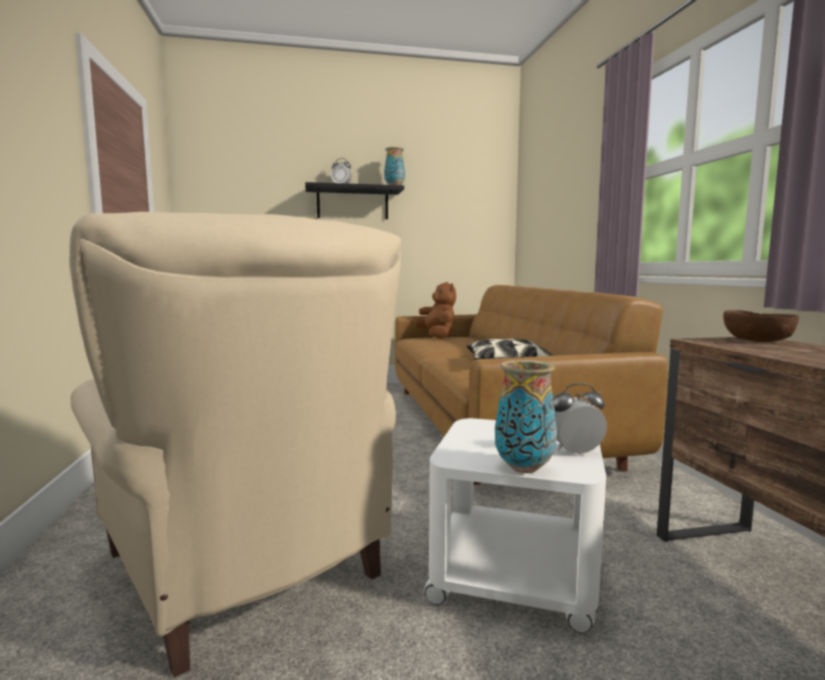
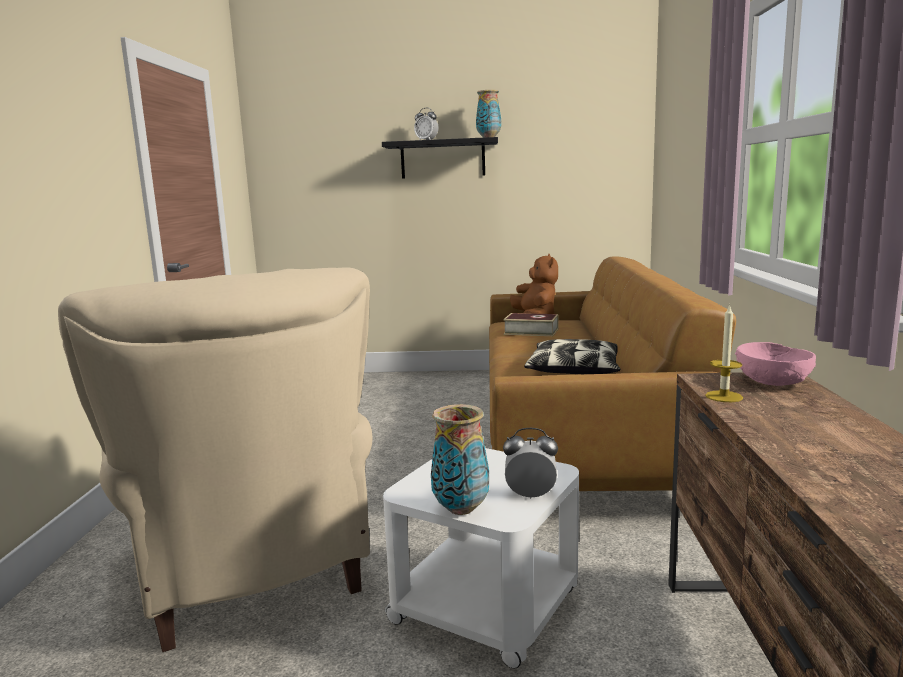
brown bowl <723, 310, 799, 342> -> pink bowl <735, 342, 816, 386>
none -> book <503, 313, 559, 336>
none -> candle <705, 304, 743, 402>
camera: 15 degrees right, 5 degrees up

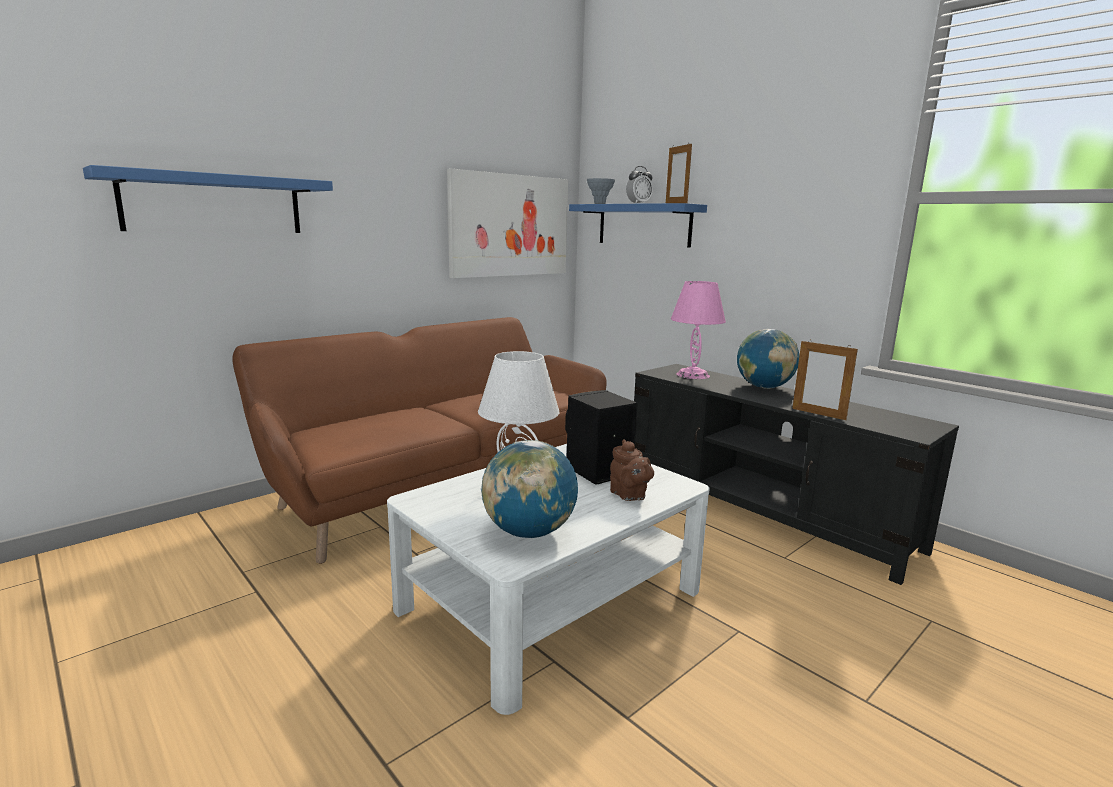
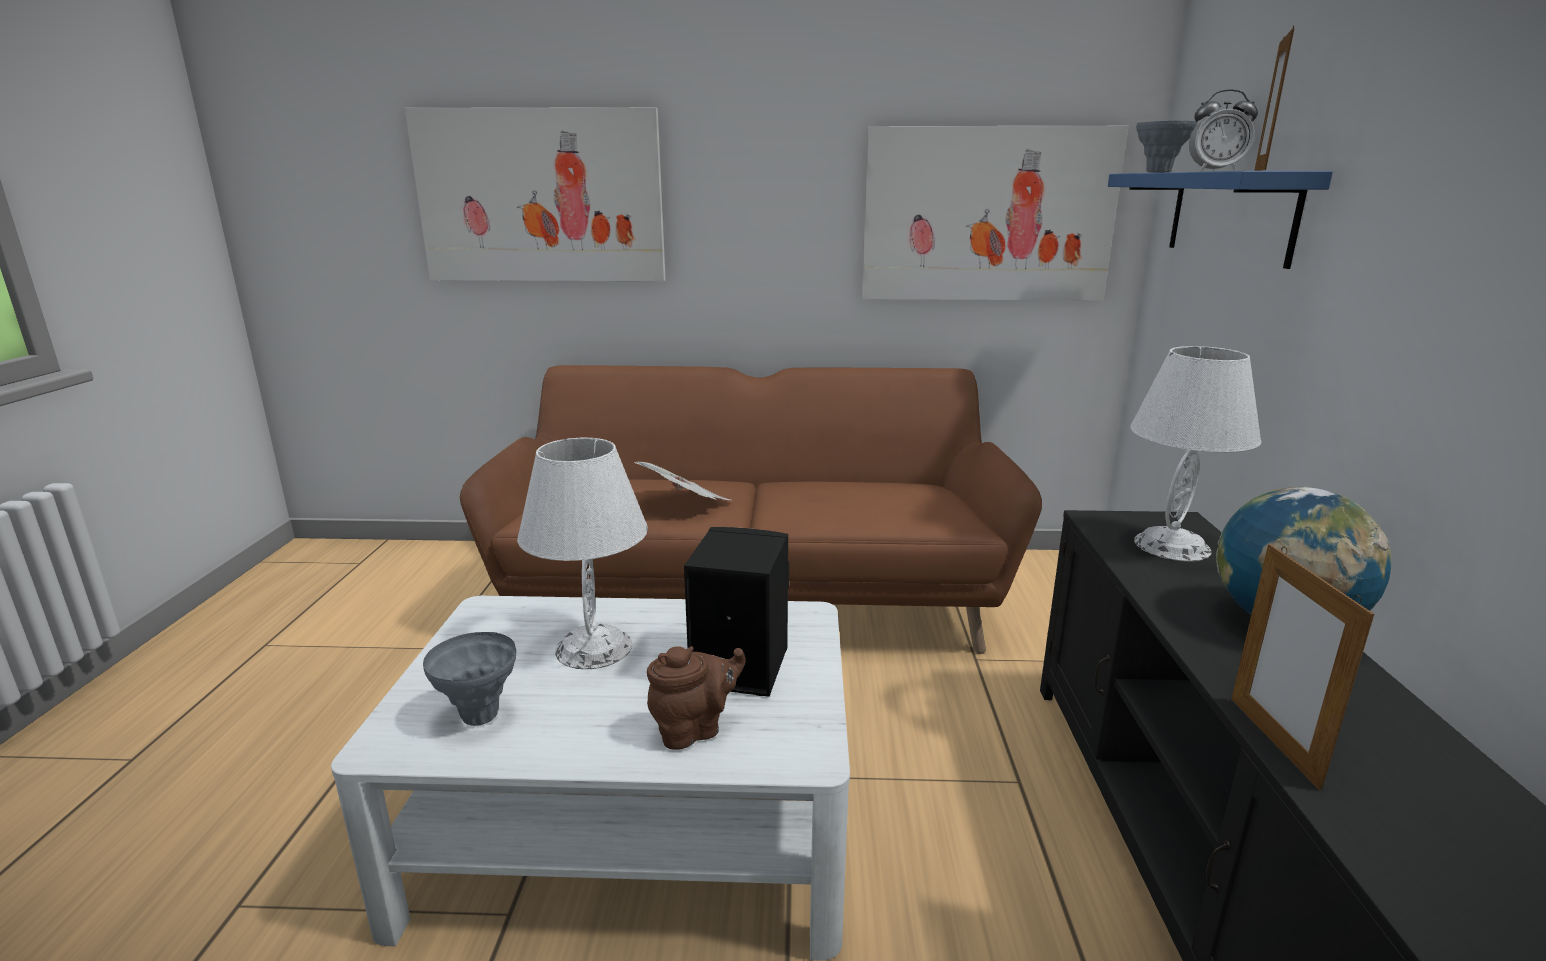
blue shelf <83, 165, 333, 233> -> picture <405, 107, 666, 281>
globe <481, 440, 578, 538> -> grey vase <423, 632, 516, 726>
brown teapot <610, 439, 654, 501> -> brown teapot <647, 646, 746, 750>, 135 degrees counterclockwise
pink table lamp <671, 281, 726, 379> -> white table lamp <1130, 346, 1261, 561>
none -> newspaper <633, 462, 731, 500>
camera: 45 degrees right, 5 degrees up

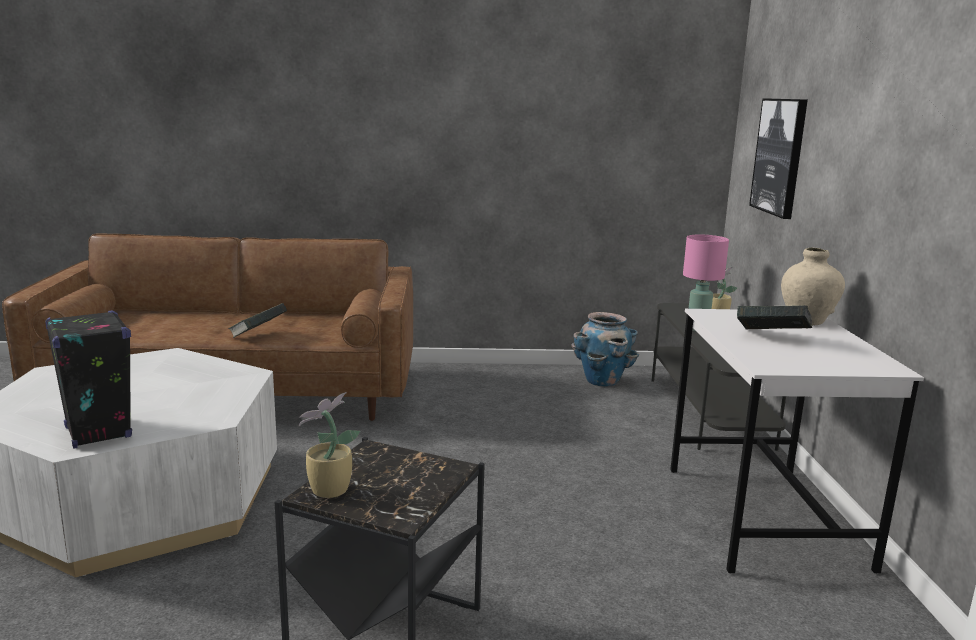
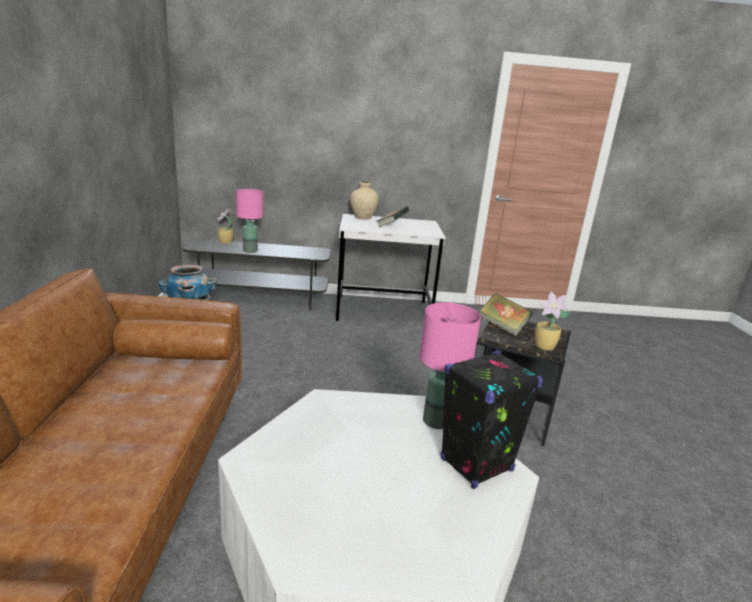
book <228, 303, 287, 338> -> book <479, 293, 532, 336>, relocated
picture <749, 98, 808, 219> -> none
none -> pink table lamp <419, 302, 481, 429>
camera: 90 degrees left, 5 degrees up

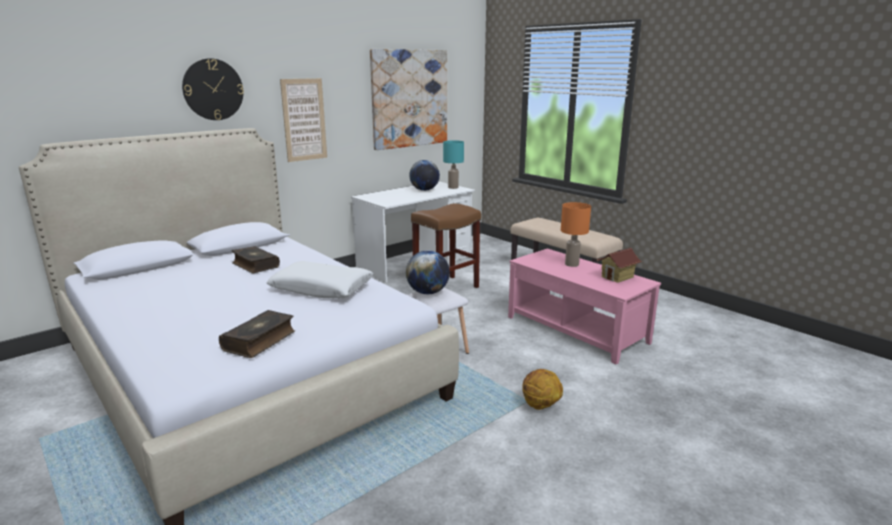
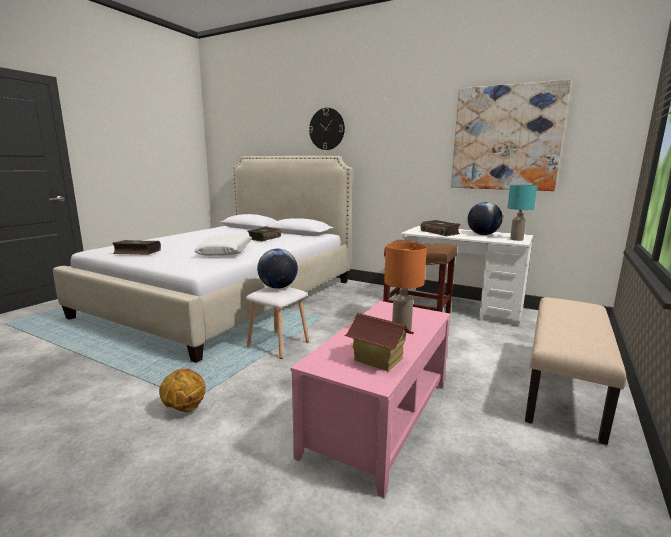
picture <280, 78, 327, 162> -> none
none -> book <421, 220, 460, 236>
camera: 70 degrees right, 5 degrees down

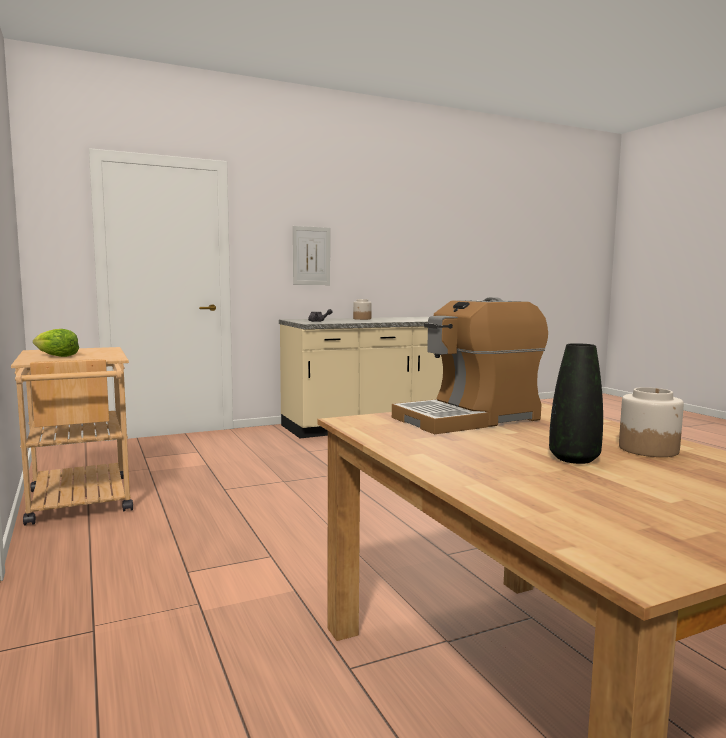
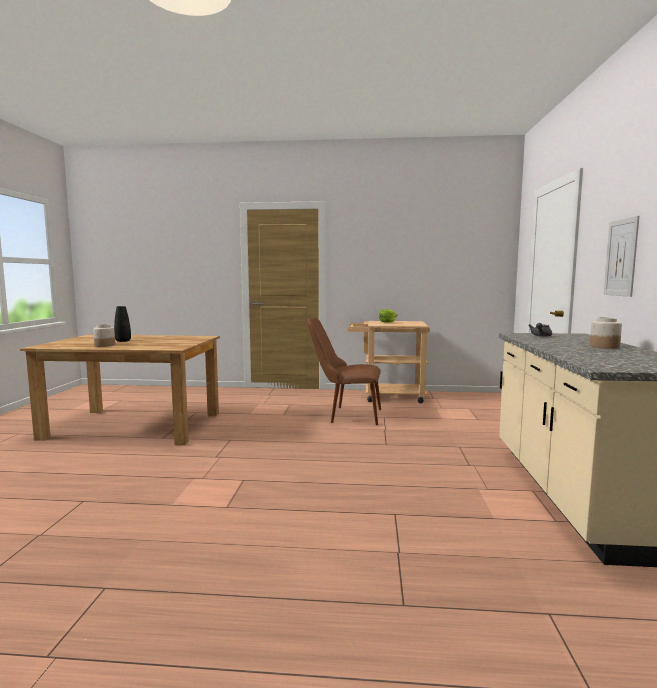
coffee machine <392, 298, 548, 435> -> none
none -> brown chair <307, 317, 381, 425>
camera: 120 degrees right, 0 degrees up

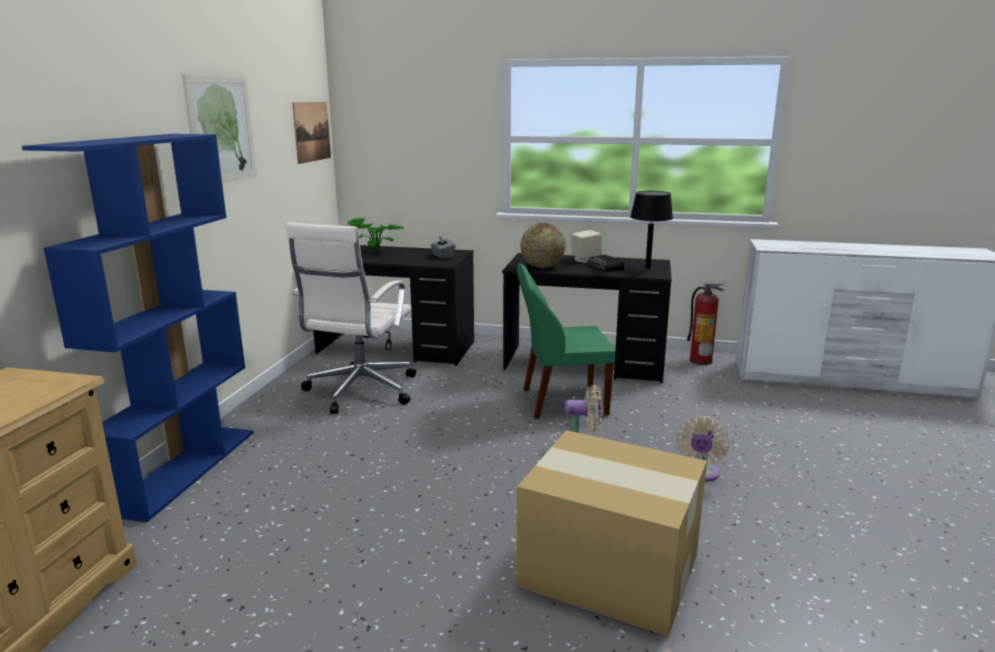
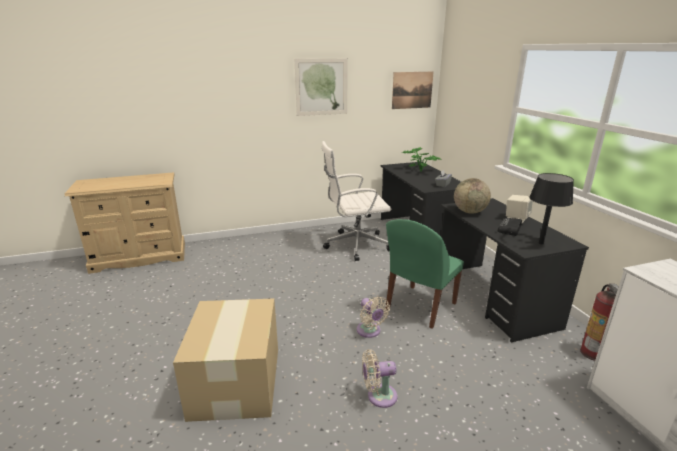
blue bookcase <22, 134, 253, 522> -> none
green chair <517, 264, 615, 419> -> green chair <385, 219, 464, 329>, 105 degrees counterclockwise
camera: 60 degrees right, 5 degrees up

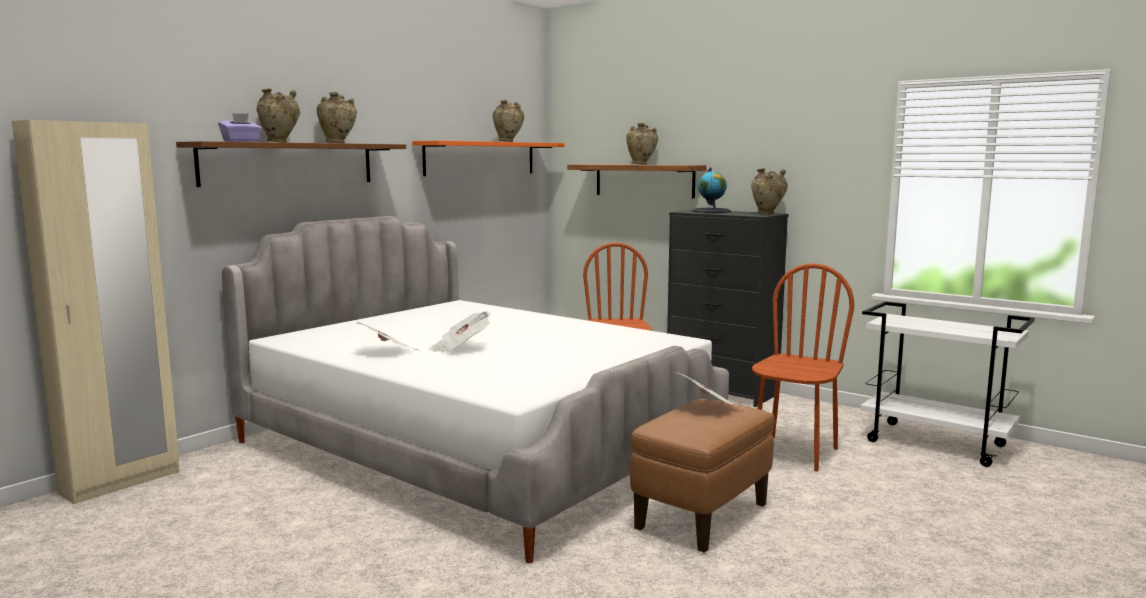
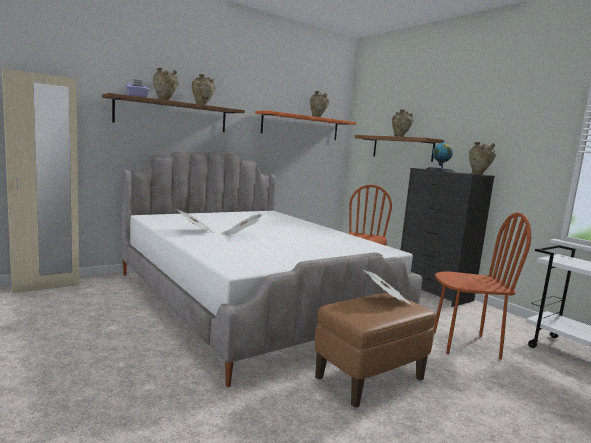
brown chair <752, 263, 854, 472> -> brown chair <434, 212, 531, 360>, 45 degrees clockwise
camera: 15 degrees right, 0 degrees up

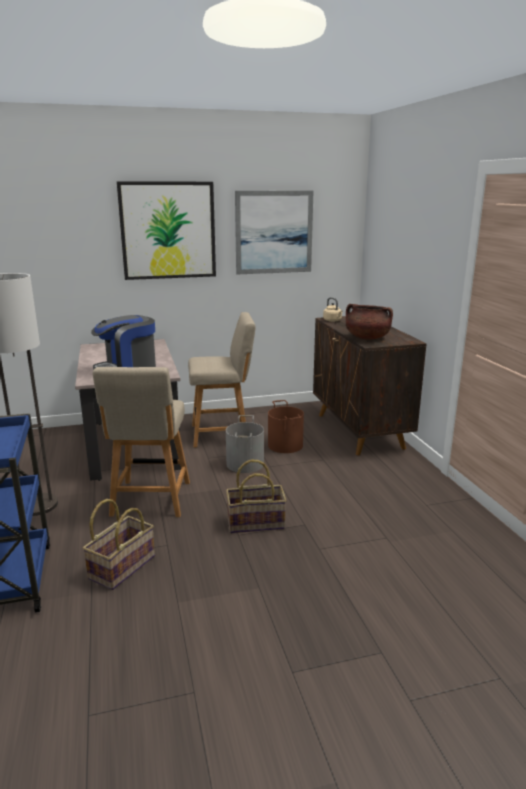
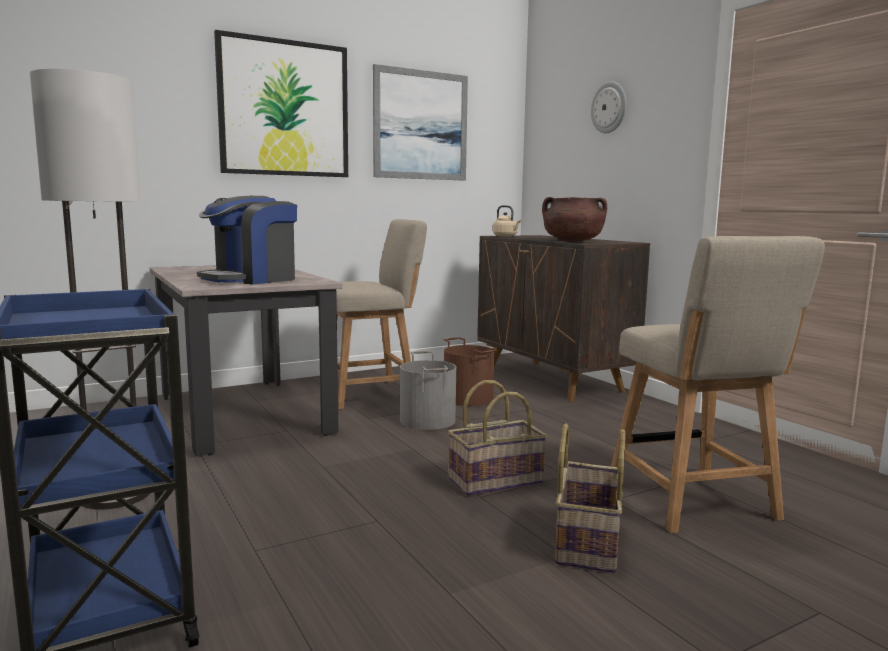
basket <83, 499, 155, 590> -> basket <555, 424, 626, 573>, relocated
beige chair <93, 367, 190, 517> -> beige chair <611, 236, 825, 533>, relocated
none -> wall clock <591, 81, 626, 133>
camera: 15 degrees left, 10 degrees down

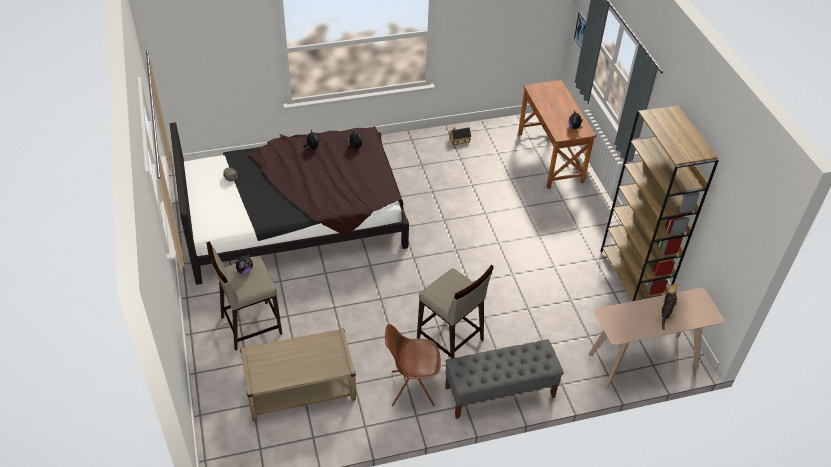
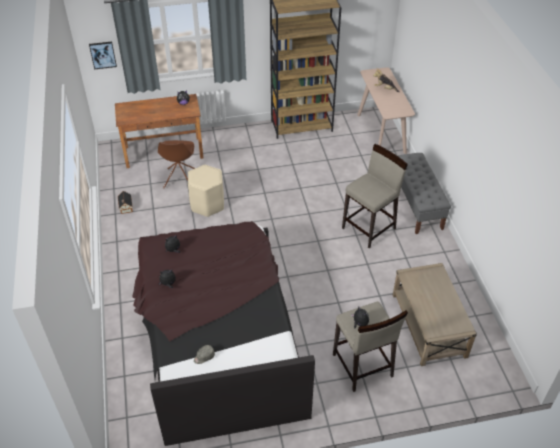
brown chair <385, 324, 441, 407> -> brown chair <158, 140, 195, 189>, relocated
none -> beige stool <188, 165, 224, 217>
camera: 85 degrees left, 0 degrees up

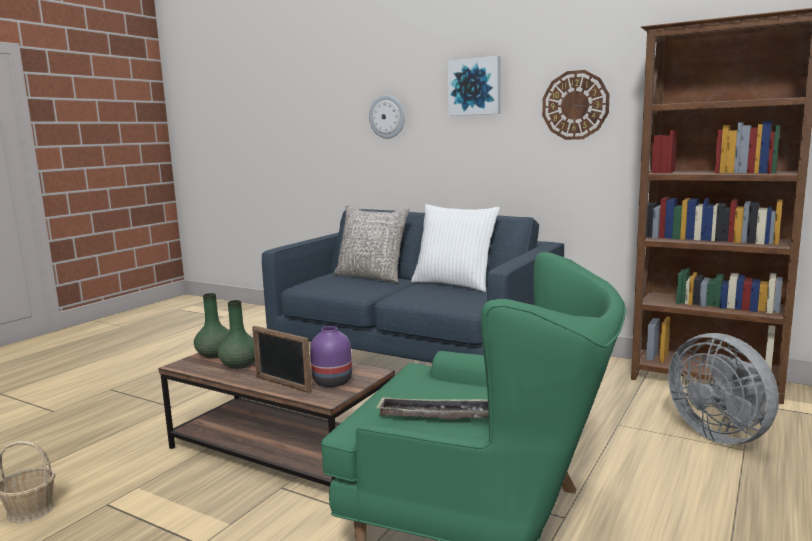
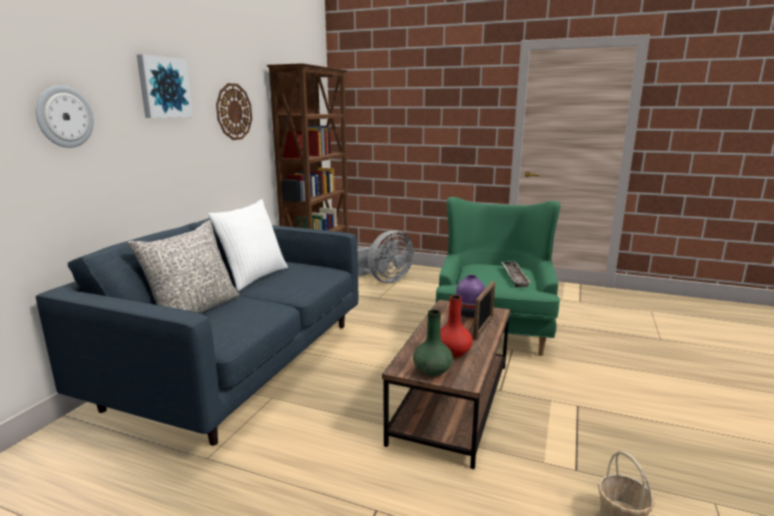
green vase <218, 300, 255, 369> -> red vase <440, 295, 473, 357>
camera: 100 degrees left, 5 degrees up

